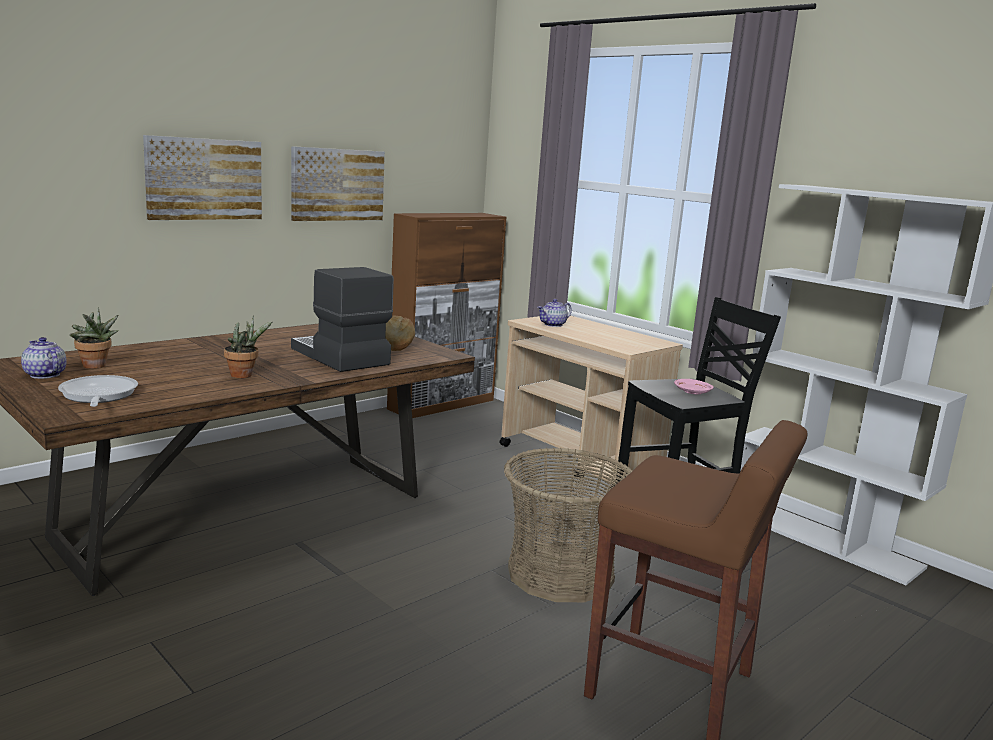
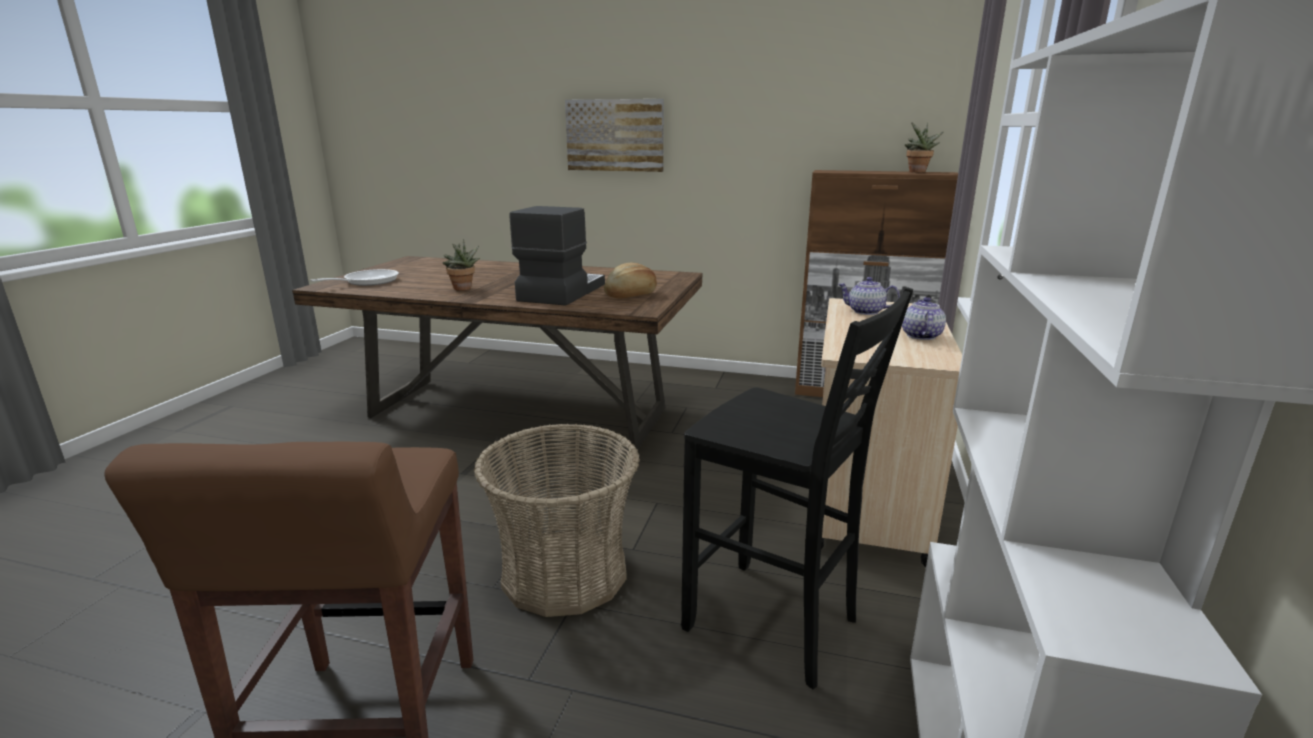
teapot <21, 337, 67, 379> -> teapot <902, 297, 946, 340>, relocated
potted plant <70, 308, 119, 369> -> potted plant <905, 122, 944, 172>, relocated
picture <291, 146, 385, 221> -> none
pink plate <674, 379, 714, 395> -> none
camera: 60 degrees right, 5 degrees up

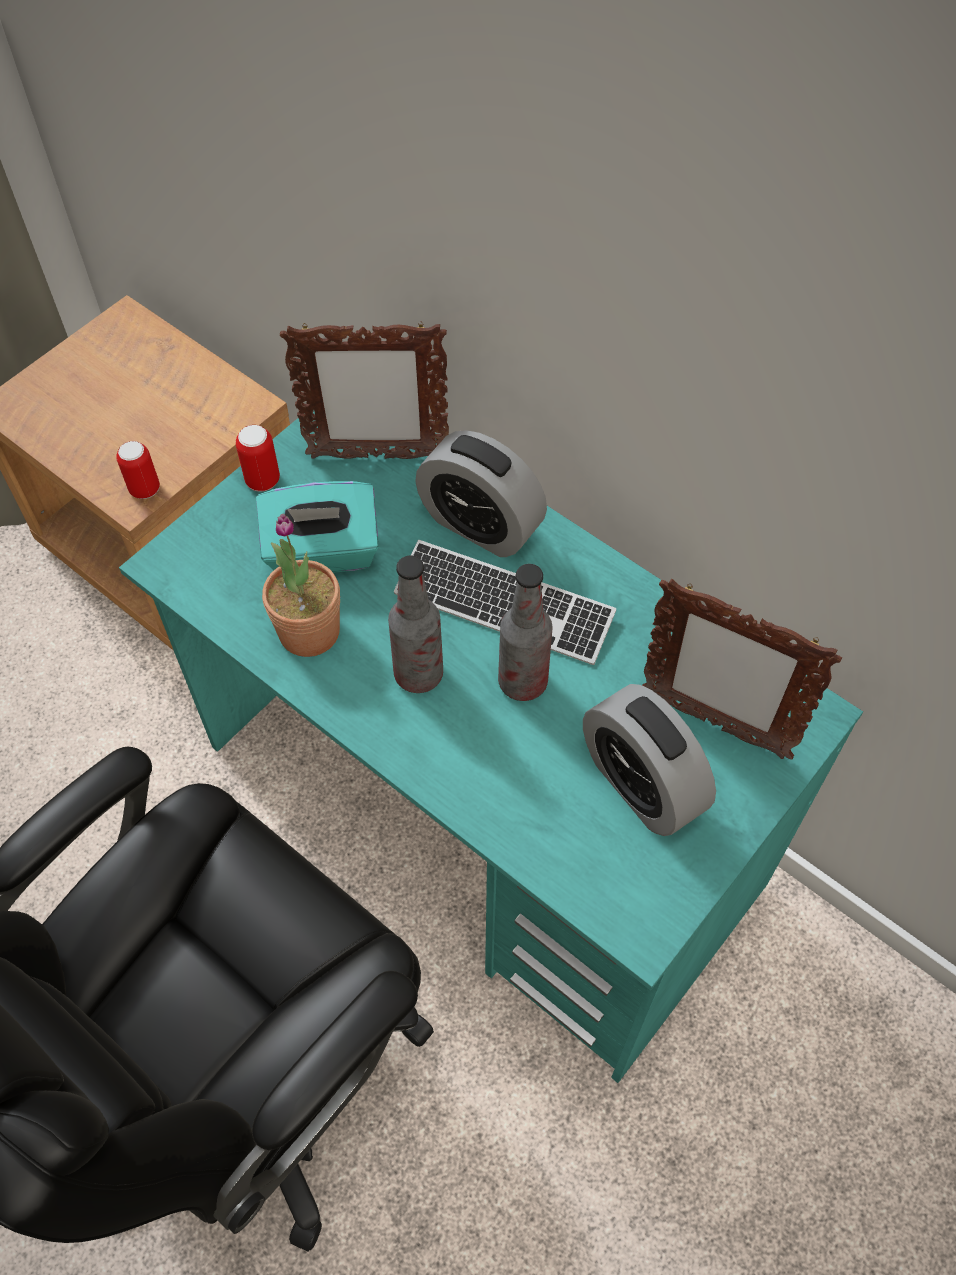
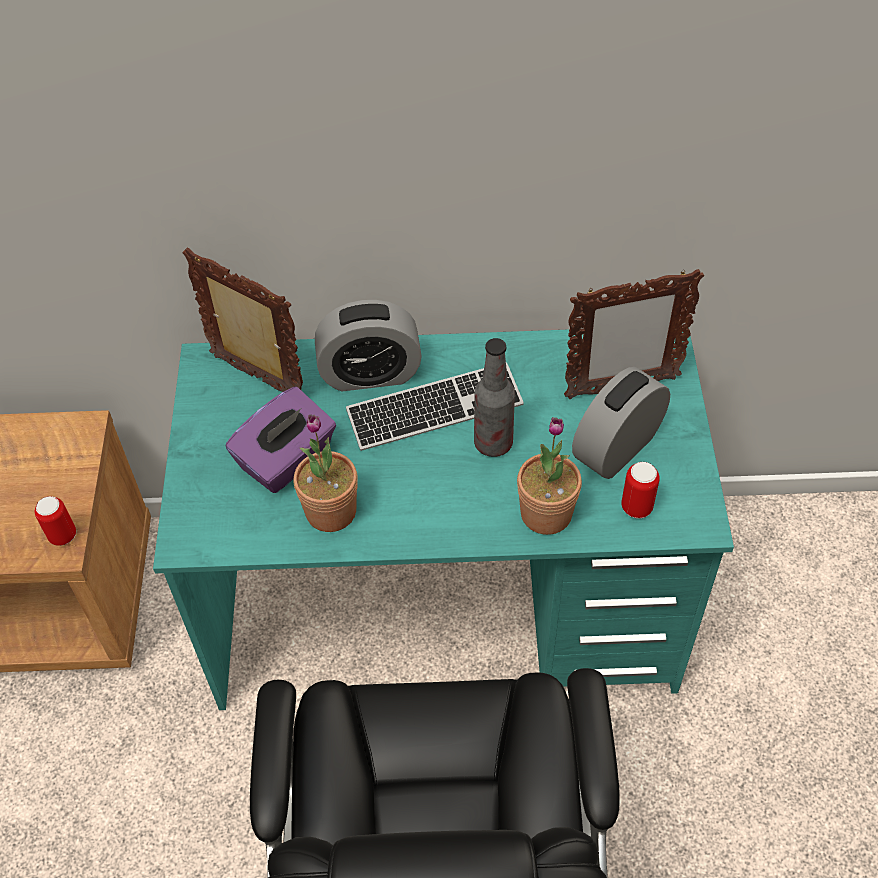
can <236, 425, 280, 492> -> can <621, 462, 660, 518>, relocated
turquoise tissue box <256, 481, 379, 573> -> purple tissue box <226, 387, 336, 493>
picture frame <280, 321, 449, 459> -> picture frame <182, 247, 303, 392>, 105 degrees counterclockwise
bottle <388, 555, 443, 693> -> none
alarm clock <583, 684, 716, 836> -> alarm clock <572, 367, 670, 479>, 120 degrees clockwise
none -> potted plant <517, 417, 582, 535>
camera: 40 degrees left, 5 degrees down

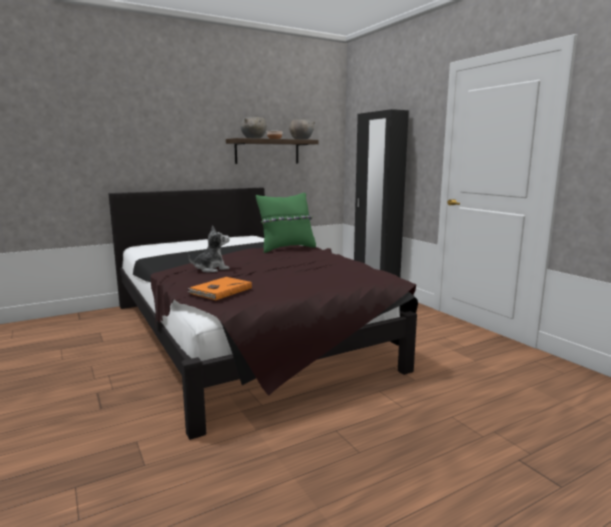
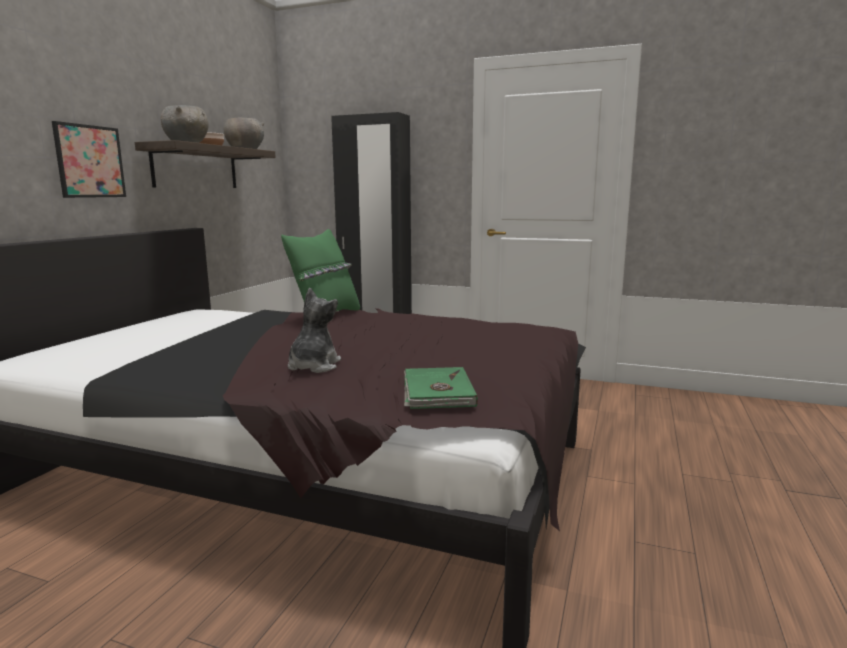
orange book <187, 277, 252, 300> -> green book <404, 367, 478, 409>
none -> picture <52, 121, 126, 198>
camera: 40 degrees left, 0 degrees up

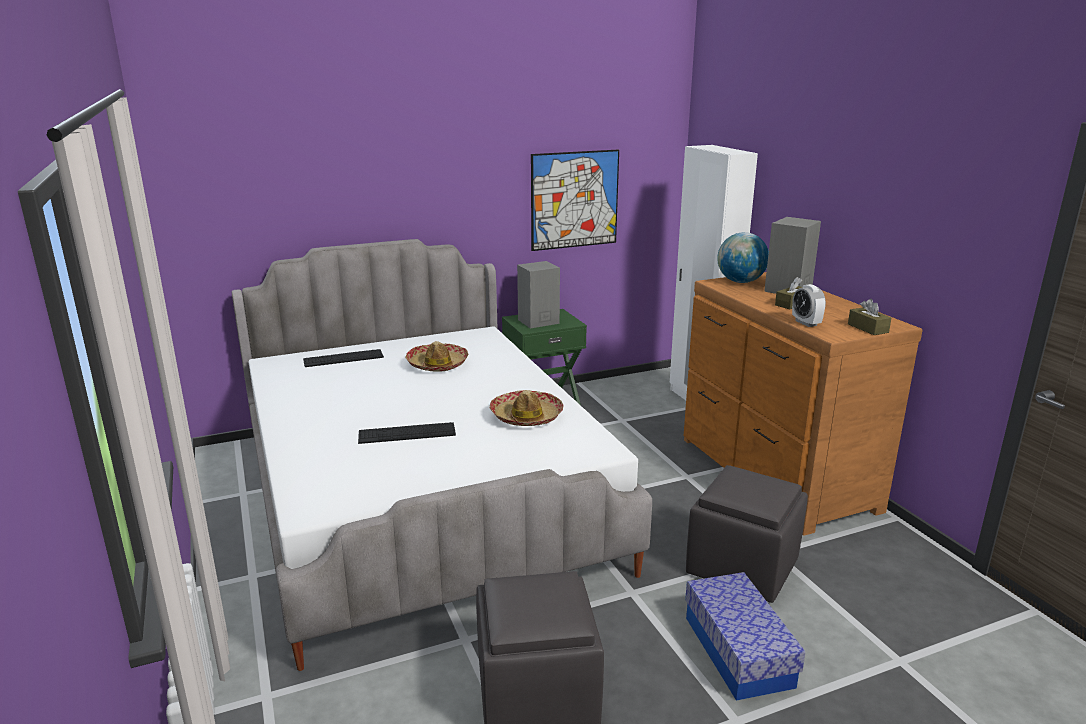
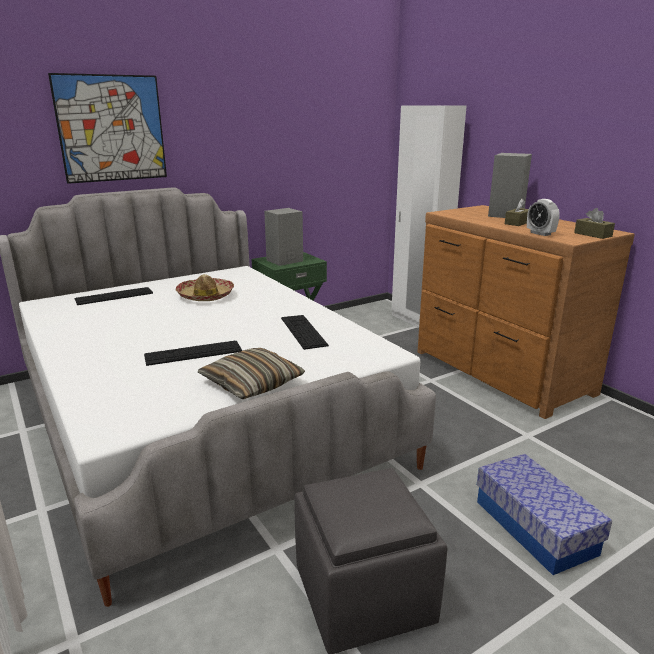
hat <490, 390, 563, 426> -> keyboard <281, 315, 329, 350>
picture <531, 149, 619, 251> -> picture <48, 73, 167, 184>, relocated
grey ottoman <686, 465, 808, 603> -> none
globe <717, 232, 769, 283> -> none
none -> pillow <198, 348, 305, 399>
camera: 10 degrees left, 0 degrees up

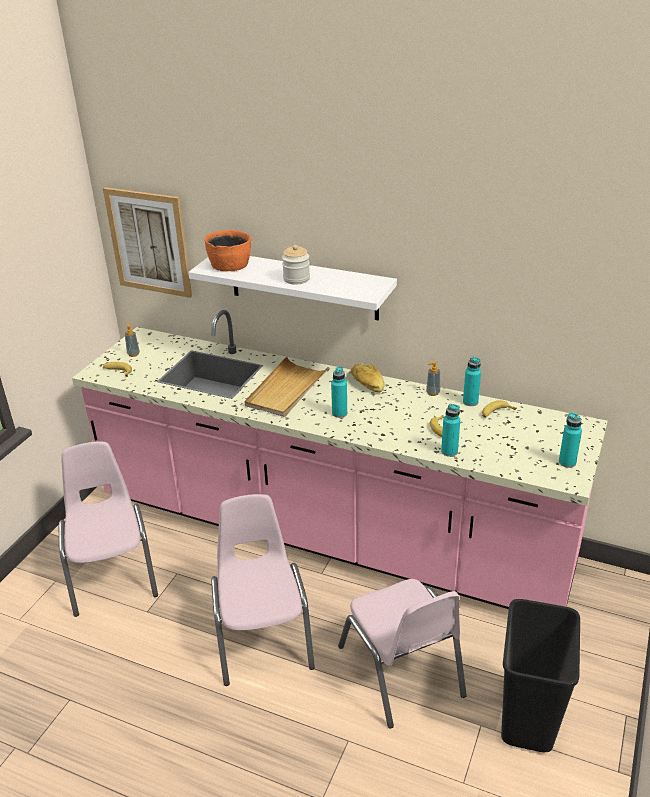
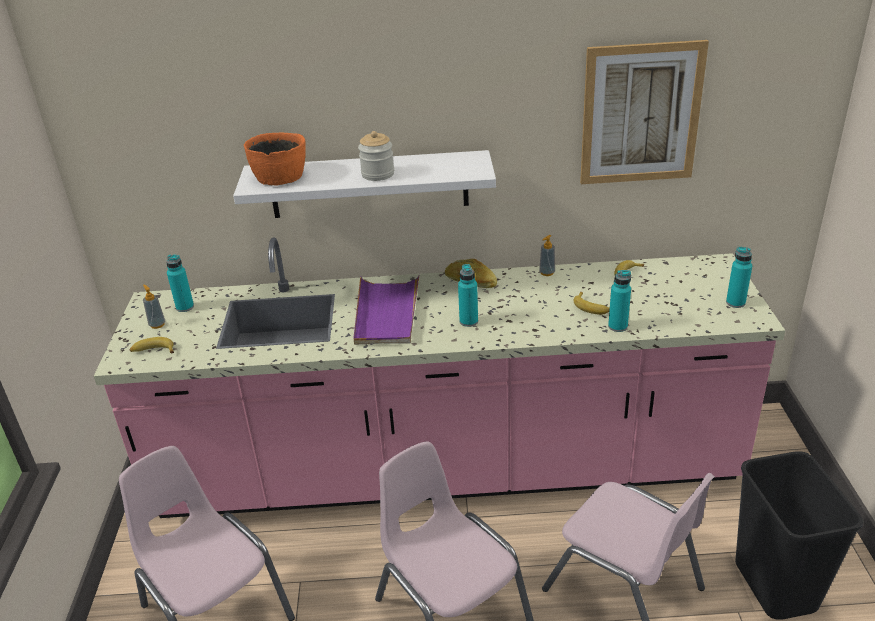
picture <103, 187, 192, 298> -> picture <580, 40, 709, 184>, relocated
beige tray <245, 356, 329, 417> -> purple tray <354, 275, 420, 345>
turquoise bottle <463, 357, 481, 406> -> turquoise bottle <166, 255, 194, 312>, relocated
camera: 25 degrees left, 0 degrees up

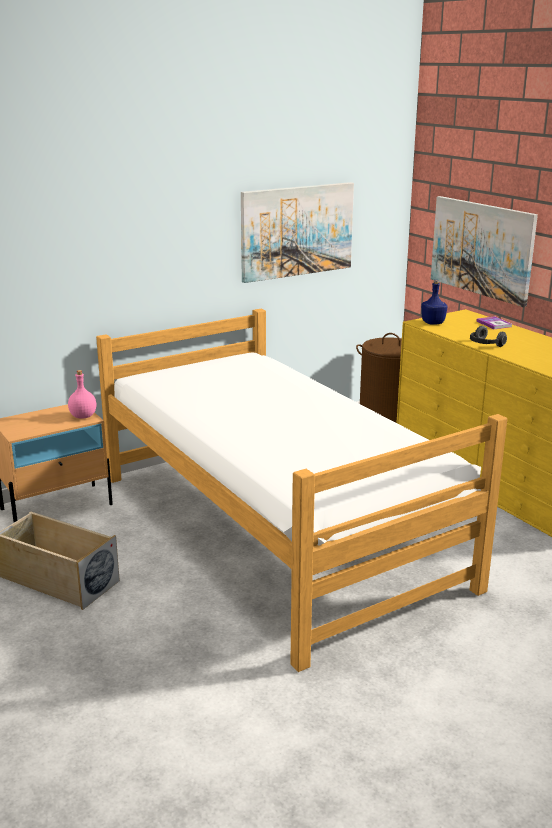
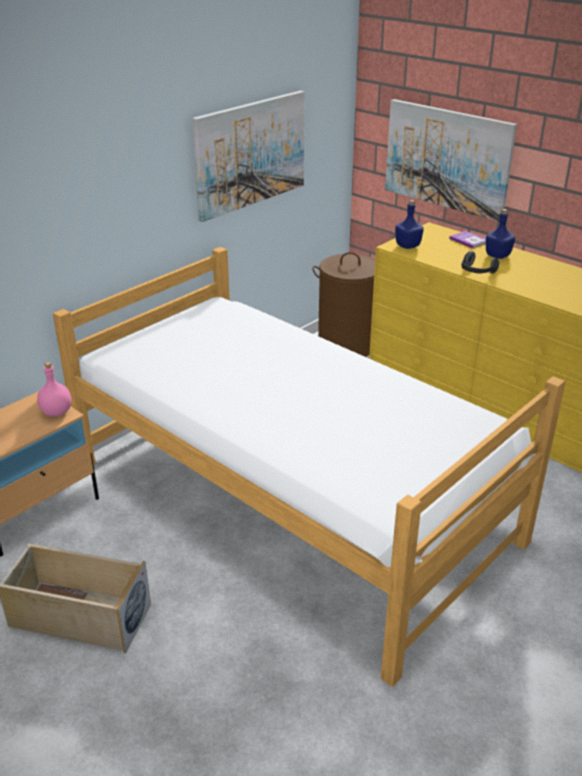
none -> blue bottle <486, 209, 515, 259>
camera: 15 degrees left, 10 degrees up

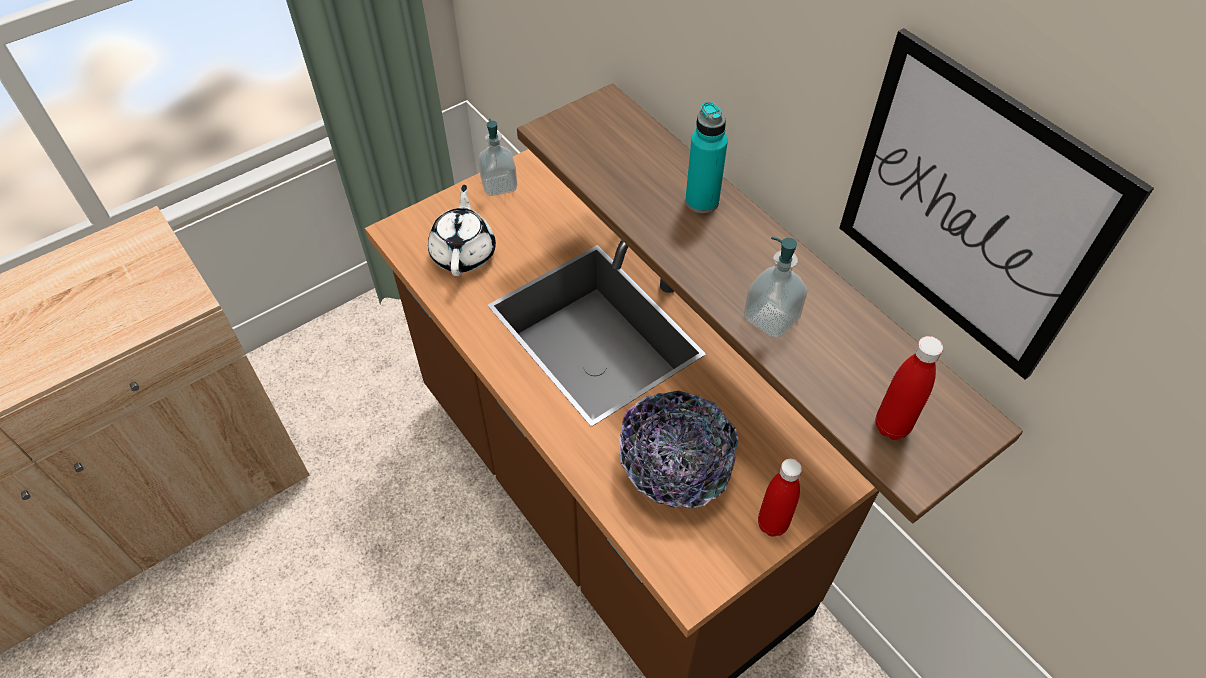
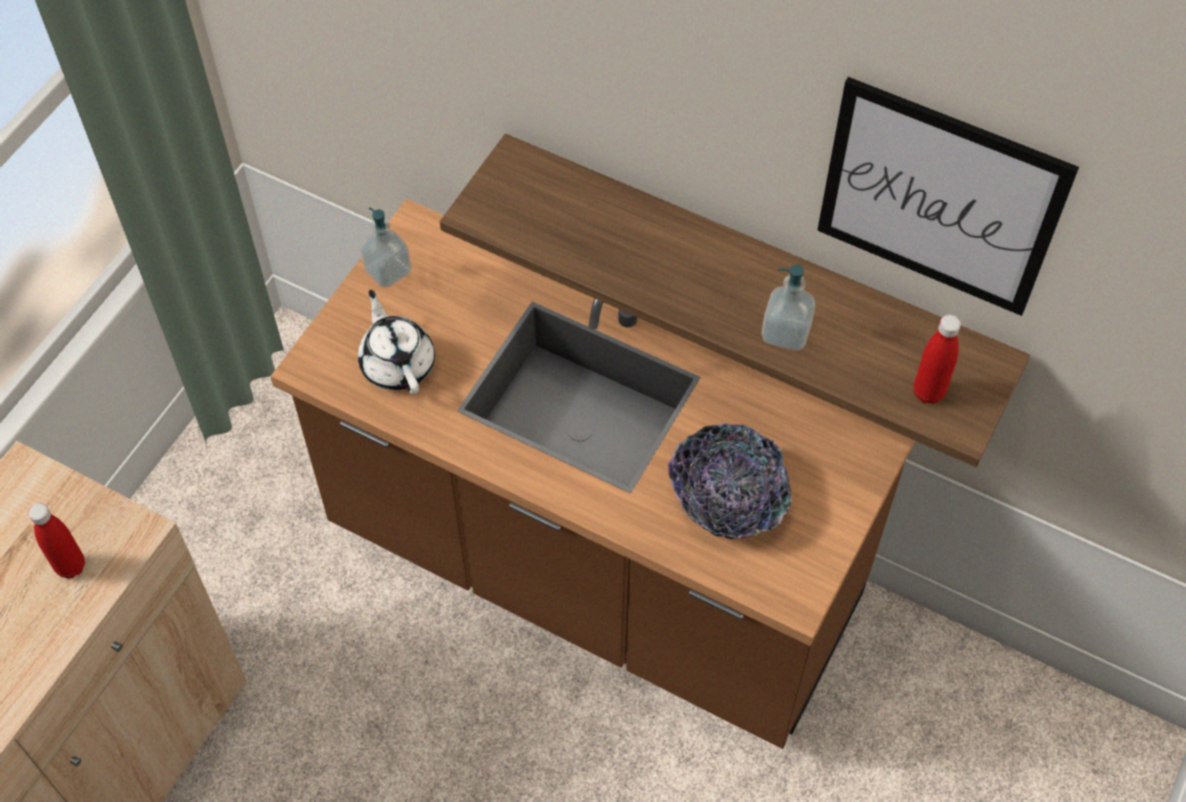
turquoise bottle <685, 102, 728, 213> -> none
red bottle <758, 459, 802, 537> -> red bottle <28, 503, 85, 579>, relocated
camera: 25 degrees left, 5 degrees up

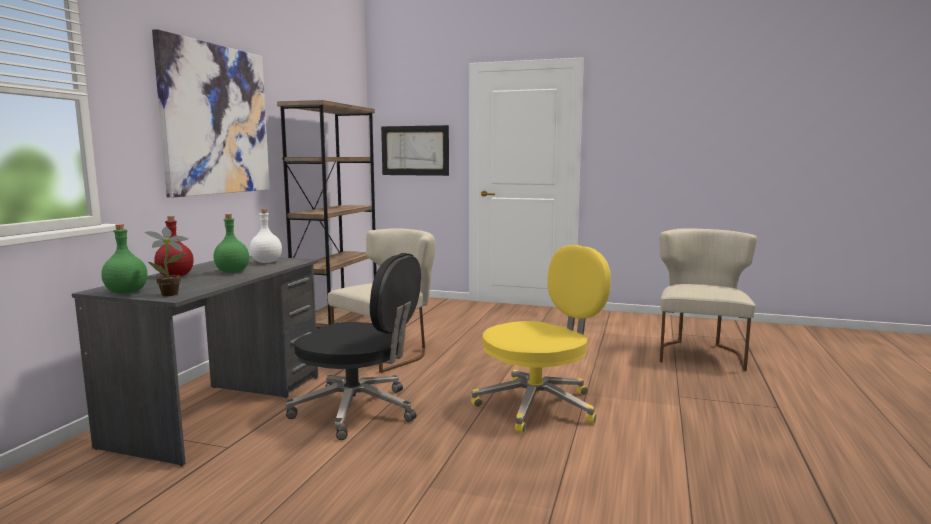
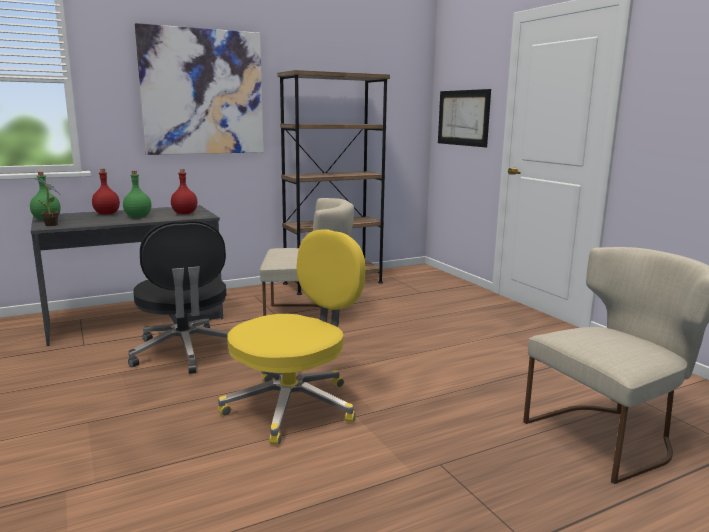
white bottle <250, 209, 282, 263> -> red bottle <171, 169, 197, 214>
yellow office chair <471, 245, 611, 434> -> yellow office chair <218, 230, 366, 445>, 60 degrees counterclockwise
camera: 45 degrees right, 5 degrees up

